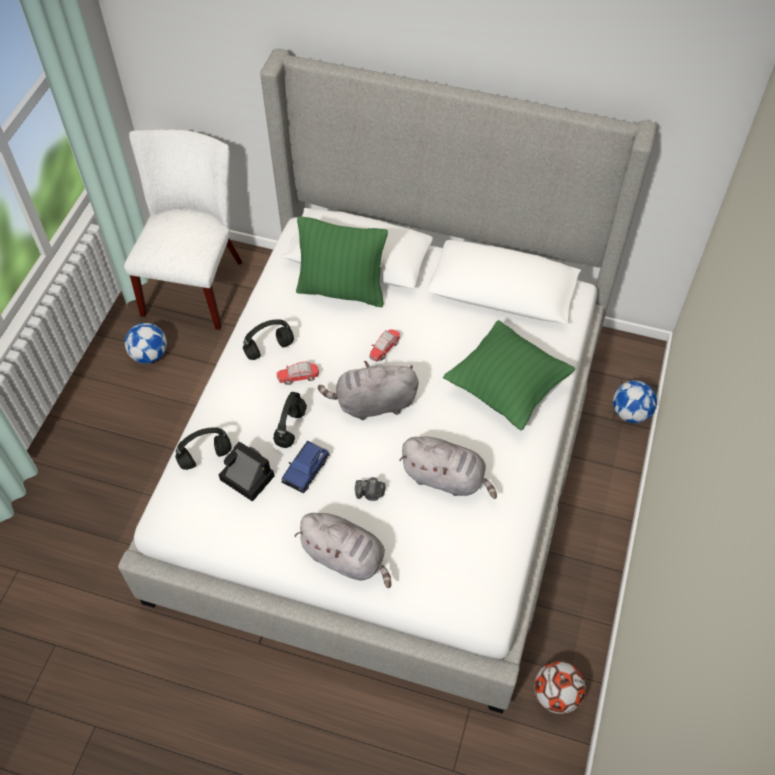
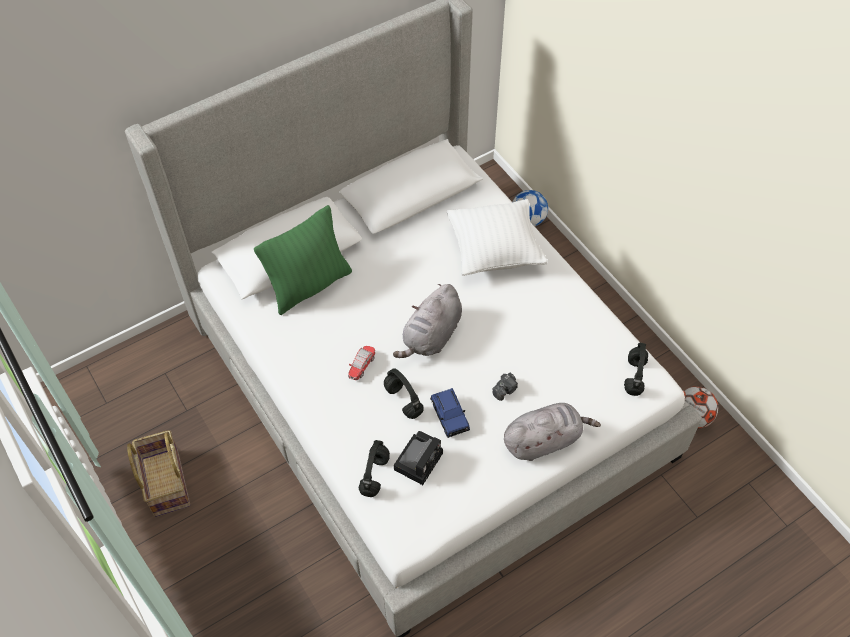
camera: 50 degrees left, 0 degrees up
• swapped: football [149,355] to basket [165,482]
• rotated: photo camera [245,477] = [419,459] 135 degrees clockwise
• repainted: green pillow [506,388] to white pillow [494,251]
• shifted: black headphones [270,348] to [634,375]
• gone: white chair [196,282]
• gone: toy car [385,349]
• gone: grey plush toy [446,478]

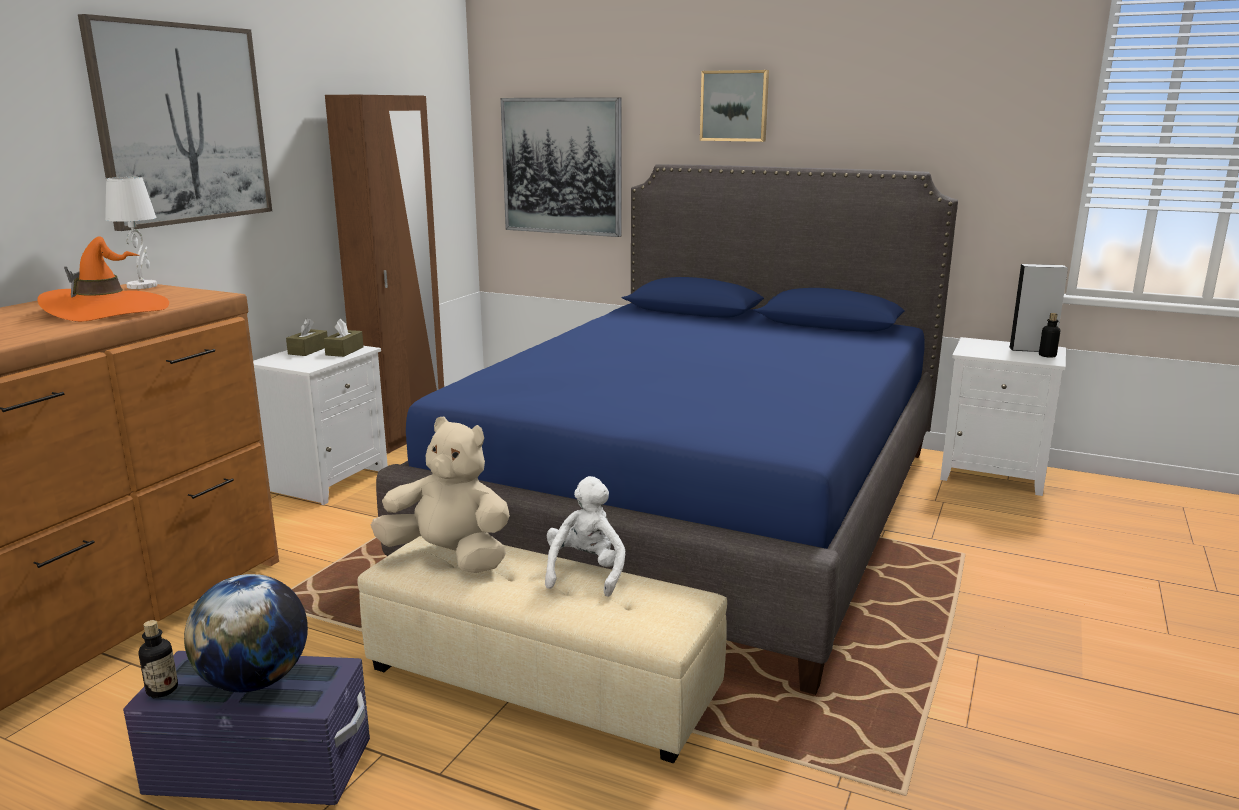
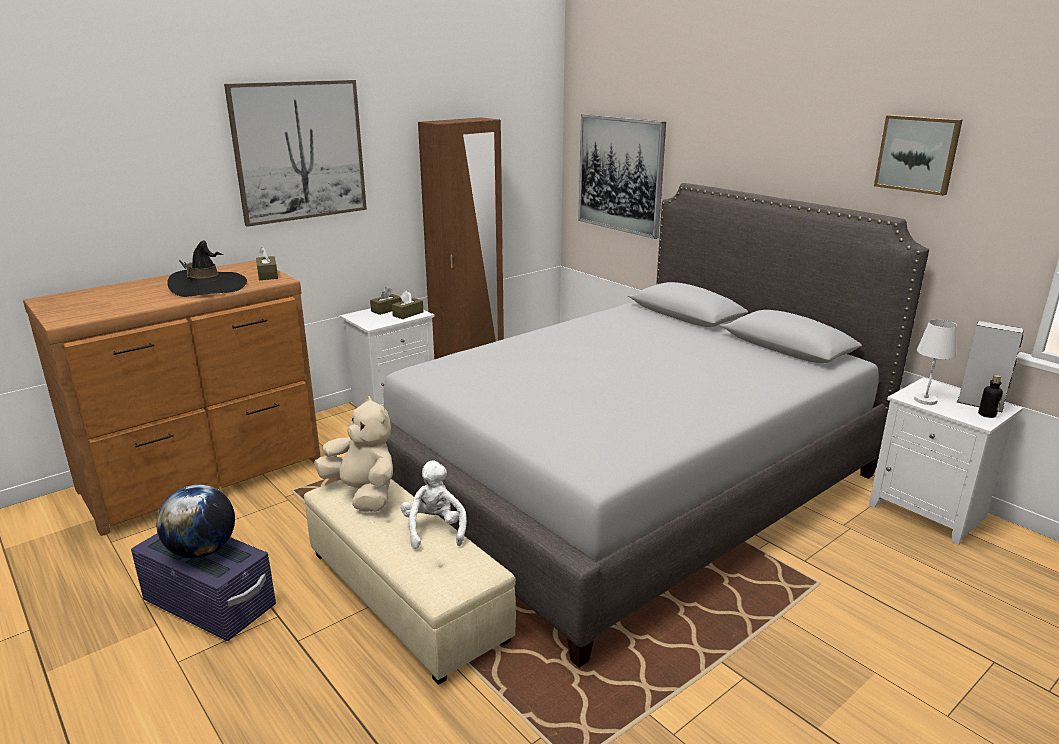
camera: 25 degrees right, 5 degrees up
• repainted: orange hat [106,310] to black hat [208,286]
• new: brown tissue box [267,275]
• repainted: blue bed [700,508] to grey bed [631,485]
• rotated: white plush toy [586,572] = [434,529] 45 degrees counterclockwise
• shifted: picture [734,106] to [918,154]
• shifted: white table lamp [142,286] to [925,400]
• gone: bottle [162,689]

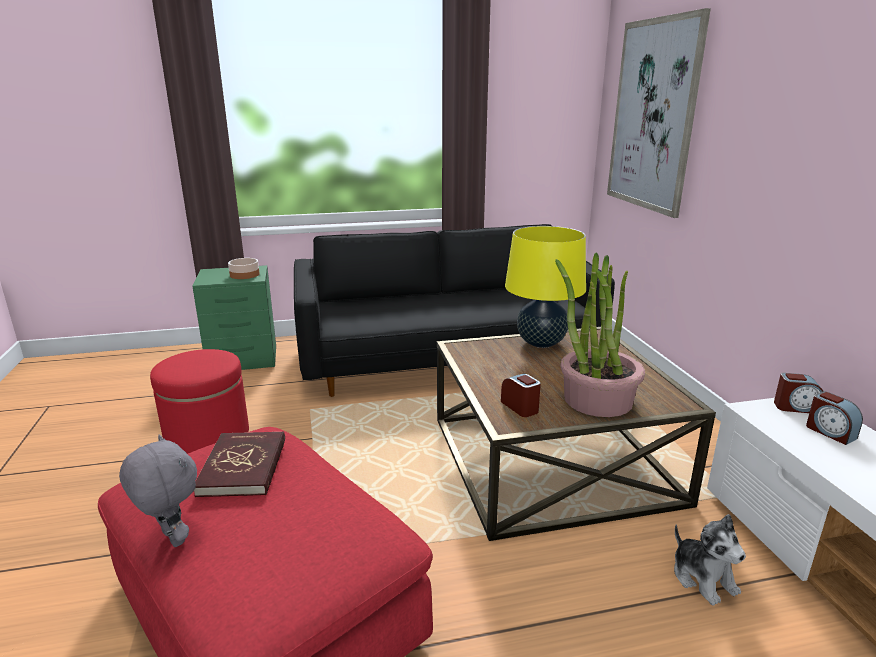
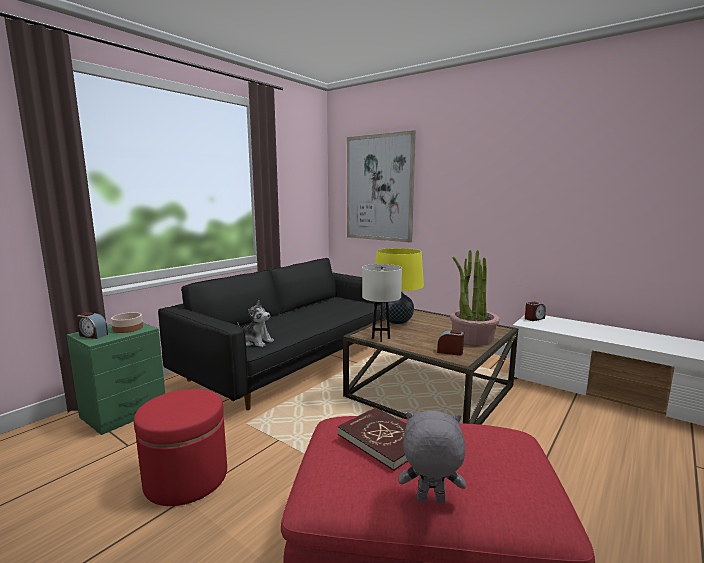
camera: 40 degrees left, 10 degrees down
• shifted: alarm clock [830,432] to [92,335]
• shifted: plush toy [703,578] to [256,342]
• new: white table lamp [381,338]

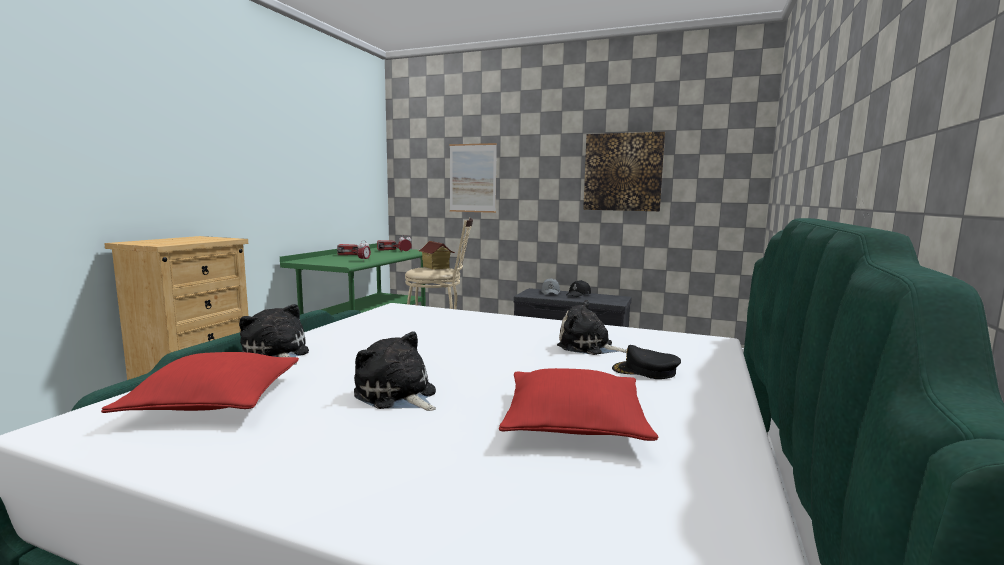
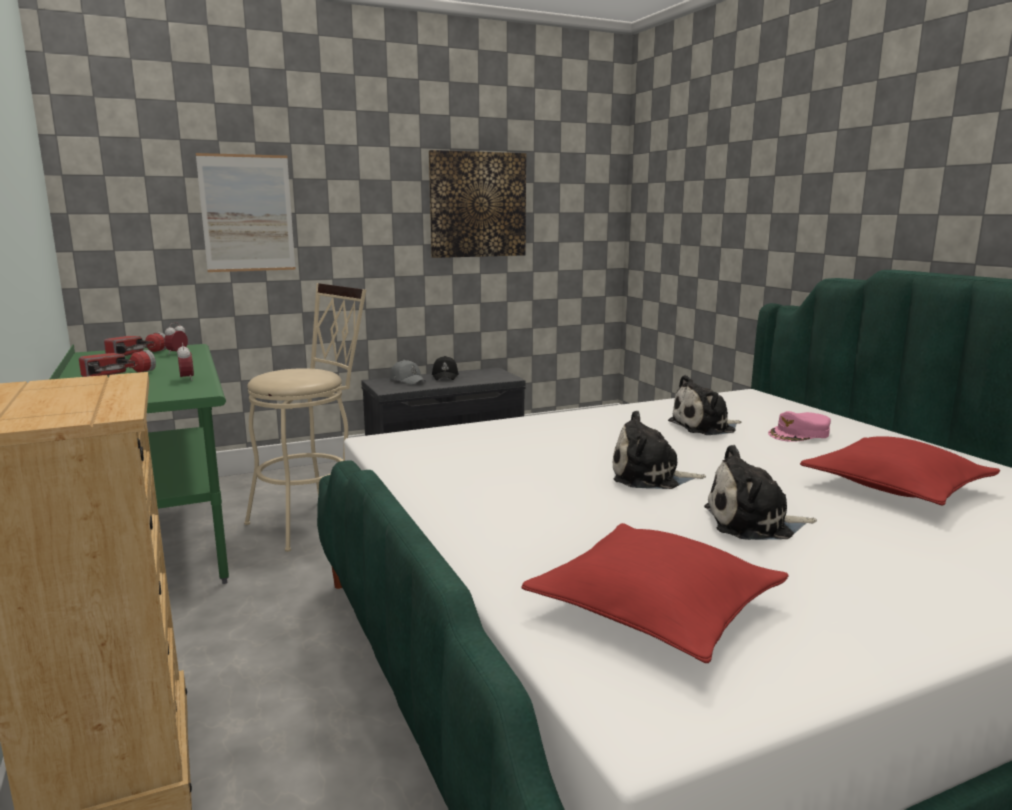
camera: 45 degrees left, 5 degrees up
• shifted: plush toy [276,354] to [650,477]
• repainted: black cap [645,371] to pink cap [799,434]
• gone: toy house [435,267]

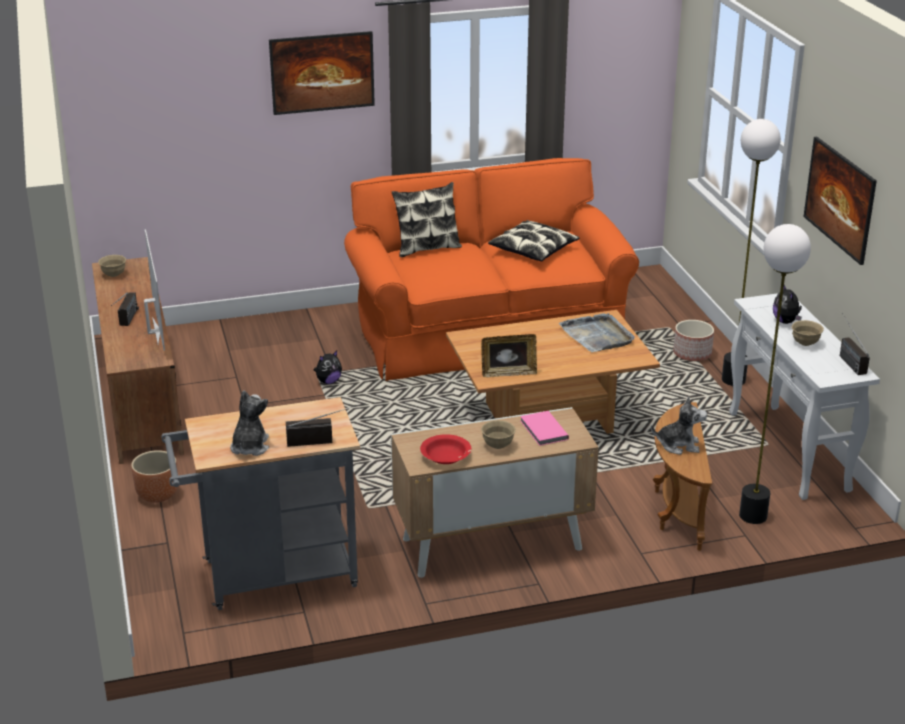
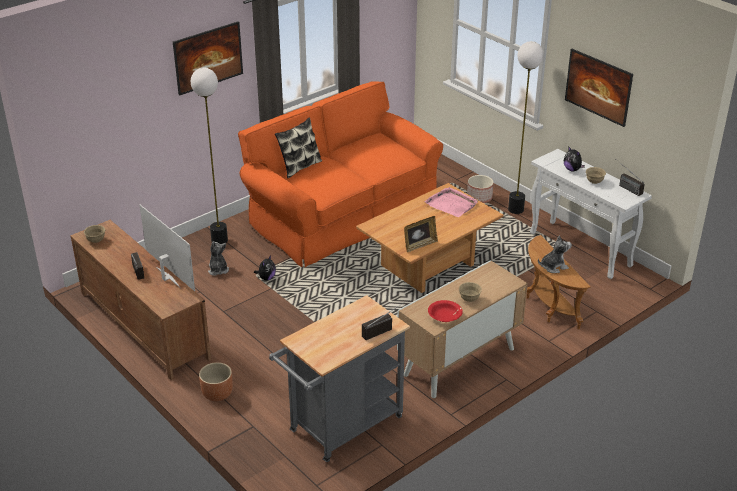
camera: 25 degrees left, 5 degrees up
• shifted: floor lamp [753,515] to [219,240]
• shifted: plush toy [250,447] to [218,270]
• repainted: grey tray [597,335] to pink tray [451,204]
• gone: pillow [533,250]
• gone: pink book [543,430]

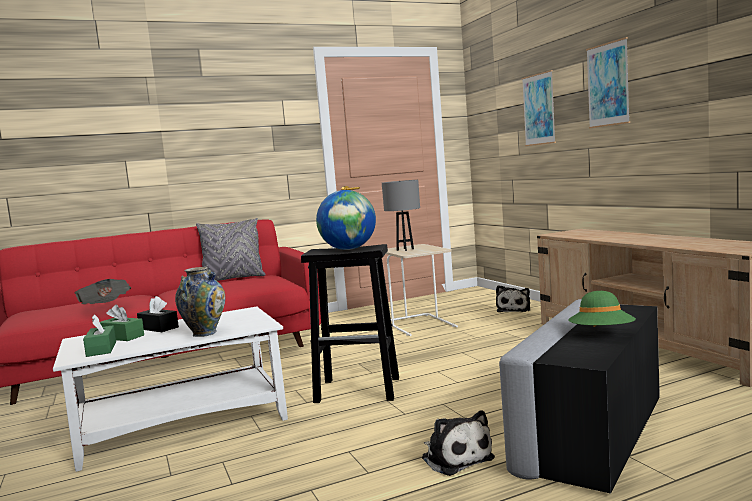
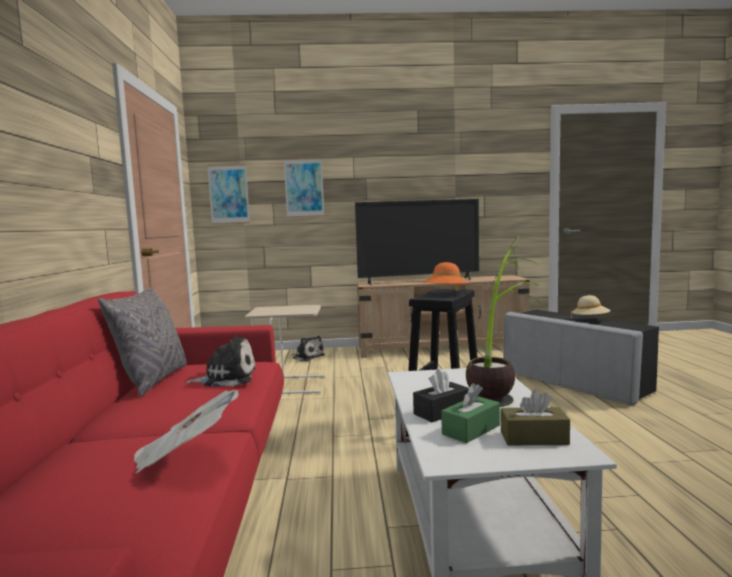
camera: 70 degrees left, 0 degrees up
• shifted: plush toy [455,457] to [226,378]
• shifted: picture [608,84] to [229,194]
• new: television [419,281]
• swapped: globe [349,249] to orange hat [446,293]
• swapped: vase [204,333] to potted plant [501,390]
• repainted: green tissue box [101,349] to brown tissue box [534,438]
• repainted: green hat [602,335] to beige hat [590,320]
• gone: grey table lamp [405,249]

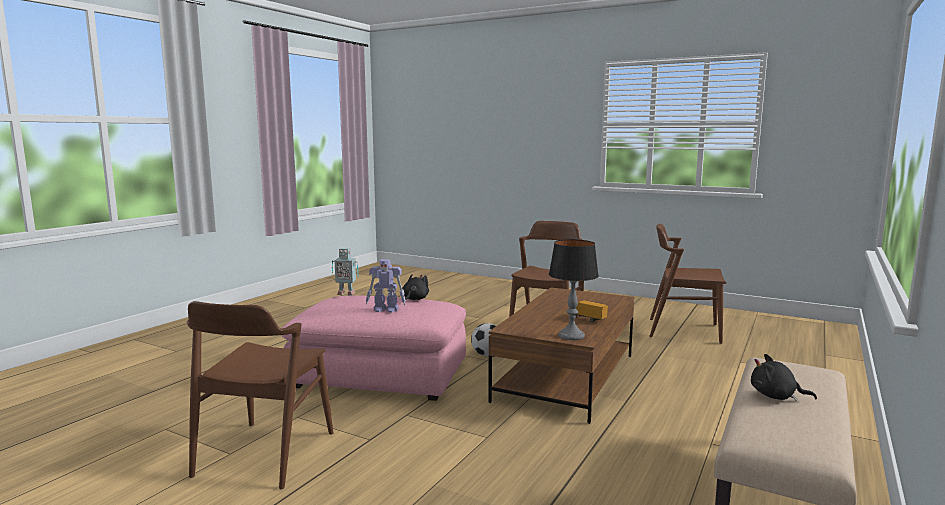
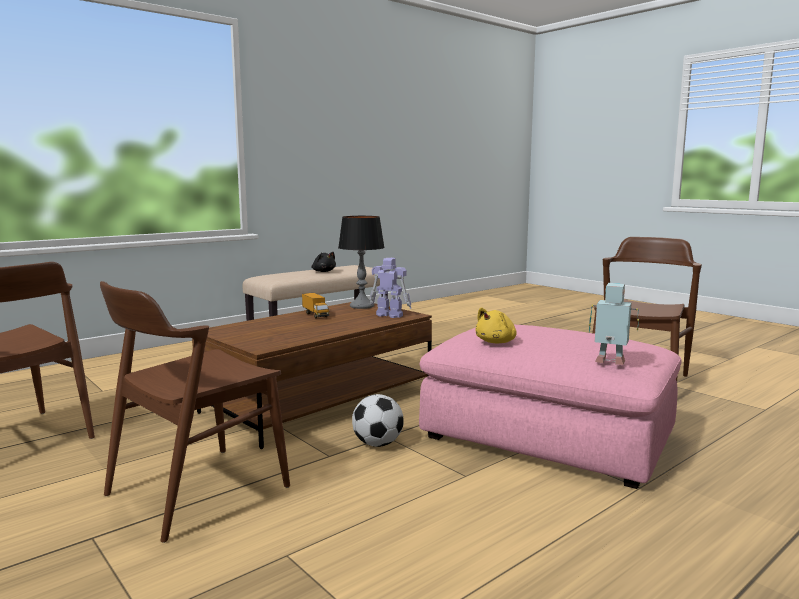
camera: 160 degrees left, 0 degrees up
• shifted: toy robot [386,310] to [389,315]
• repainted: black plush toy [414,299] to yellow plush toy [497,342]

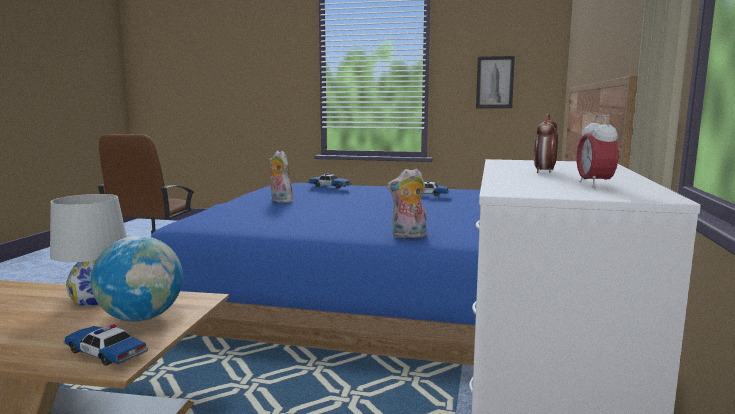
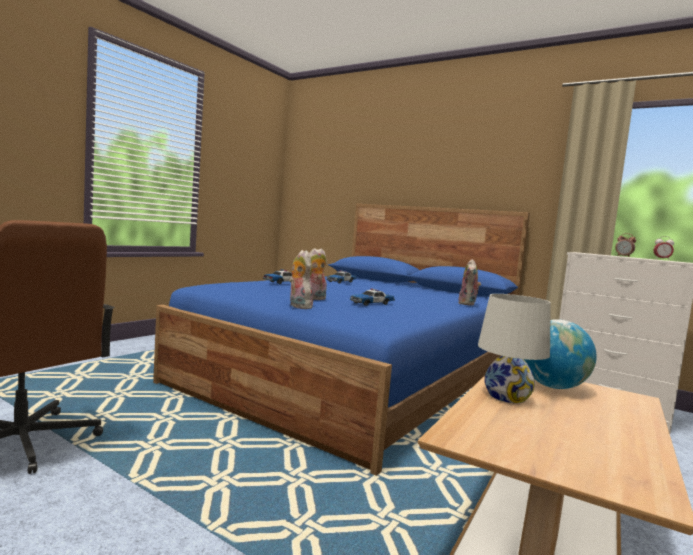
camera: 70 degrees left, 5 degrees down
• new: plush toy [298,306]
• shifted: toy car [105,353] to [372,303]
• gone: picture [495,82]

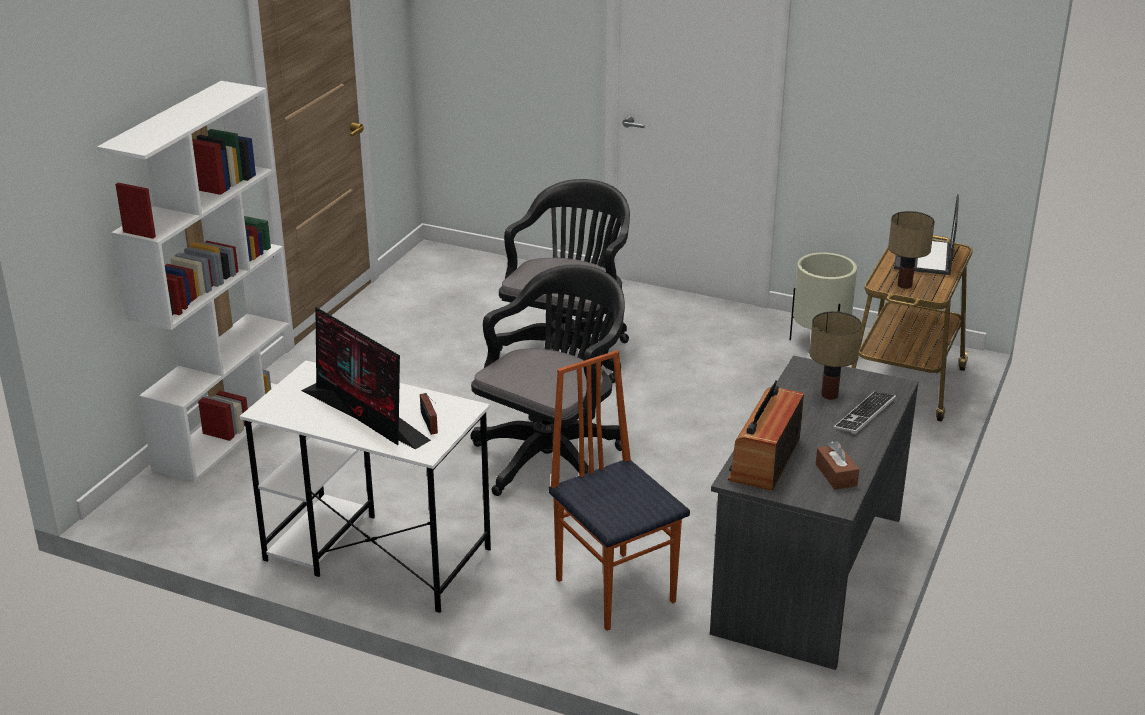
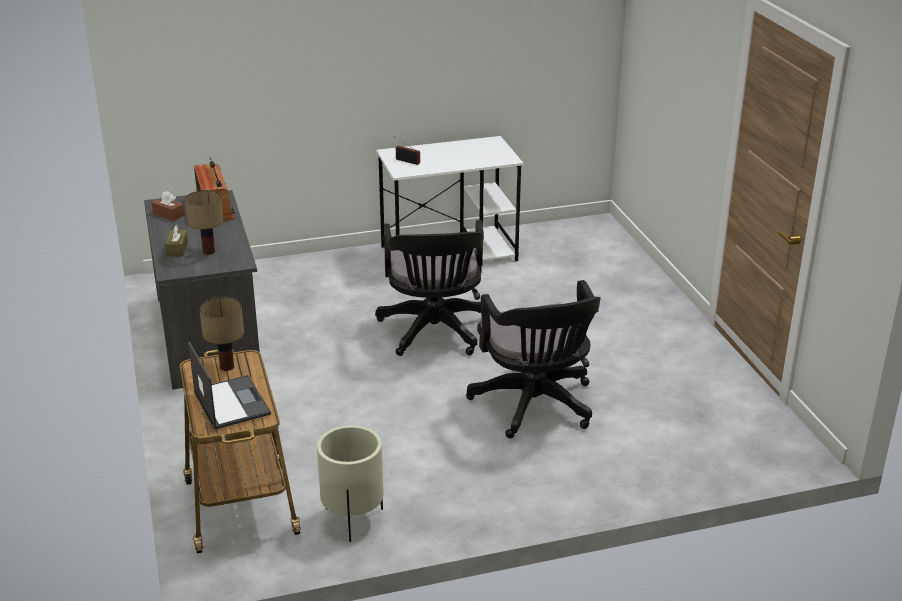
camera: 140 degrees right, 0 degrees up
• swapped: keyboard [865,414] to brown tissue box [177,249]
• gone: white bookcase [227,429]
• gone: monitor [365,416]
• gone: chair [616,589]

